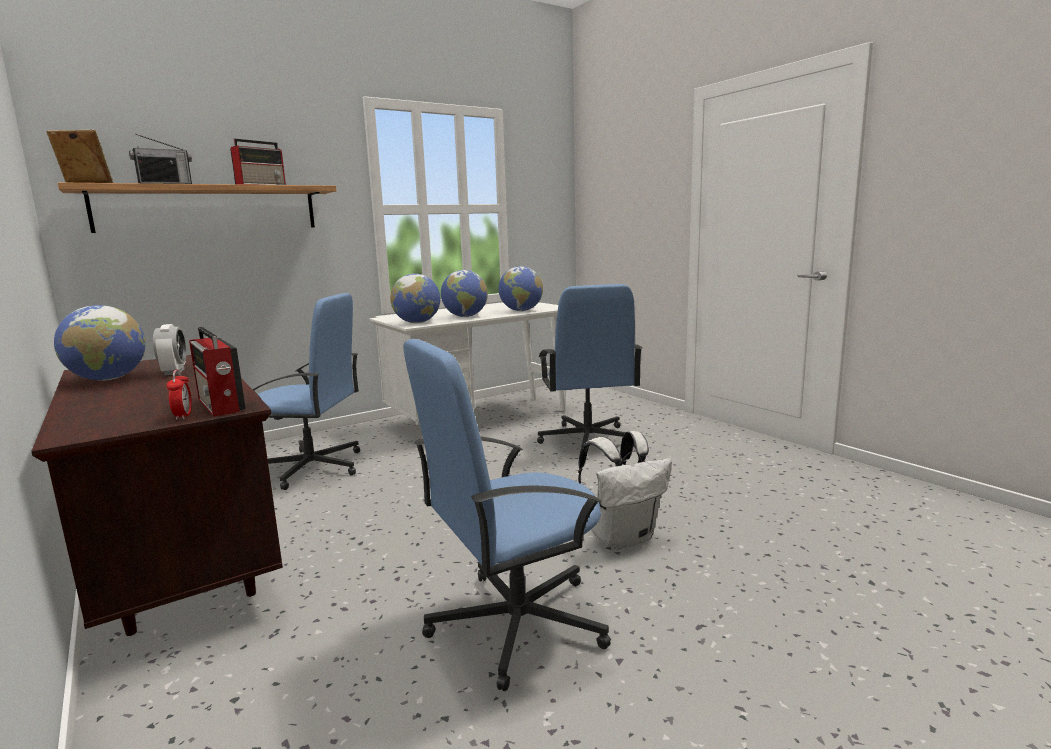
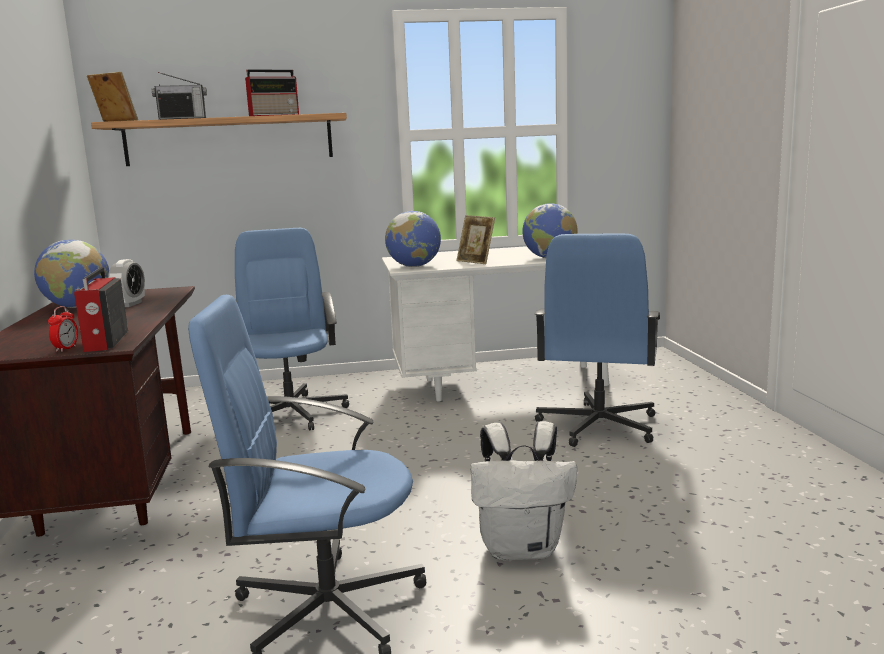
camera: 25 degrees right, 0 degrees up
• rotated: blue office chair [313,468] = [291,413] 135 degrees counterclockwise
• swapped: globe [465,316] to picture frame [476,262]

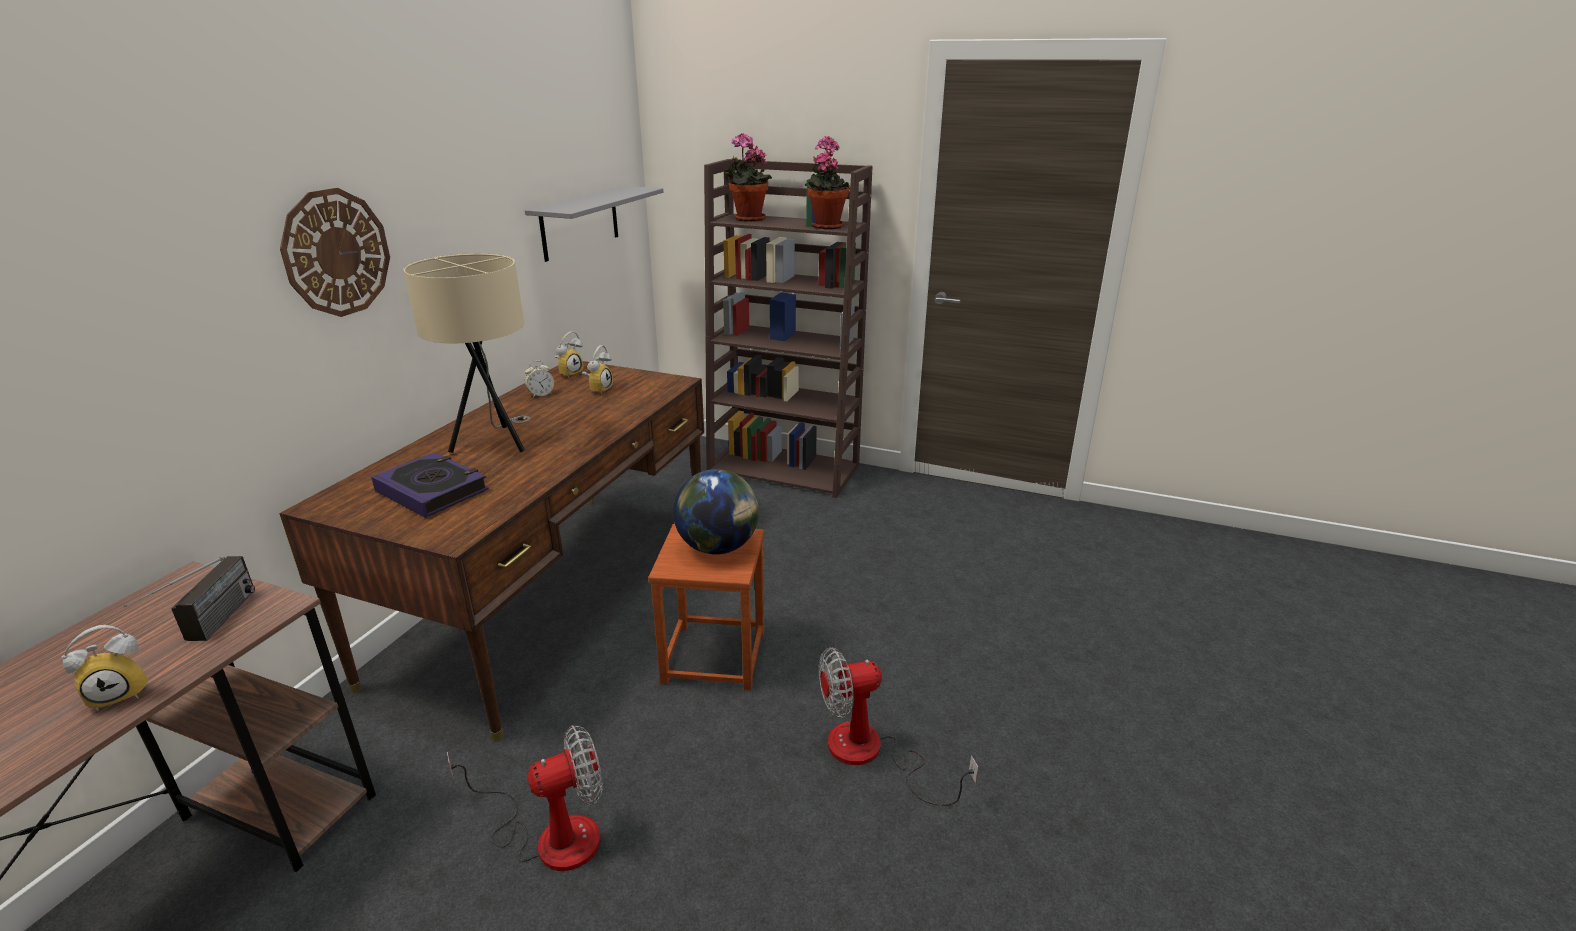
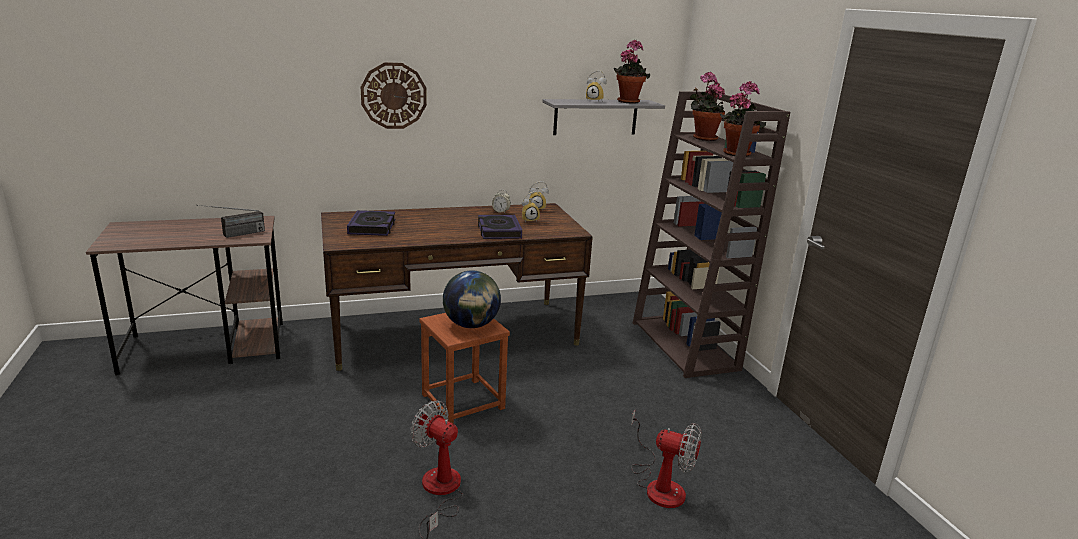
camera: 50 degrees right, 5 degrees down
• new: book [499,231]
• shifted: alarm clock [123,692] to [595,101]
• new: potted plant [628,101]
• shifted: fan [550,835] to [659,484]
• gone: beige table lamp [495,443]

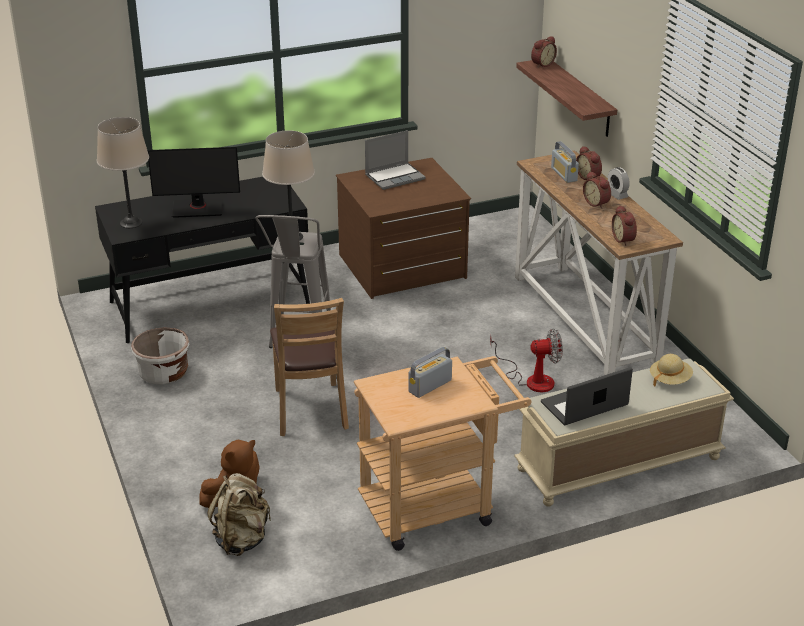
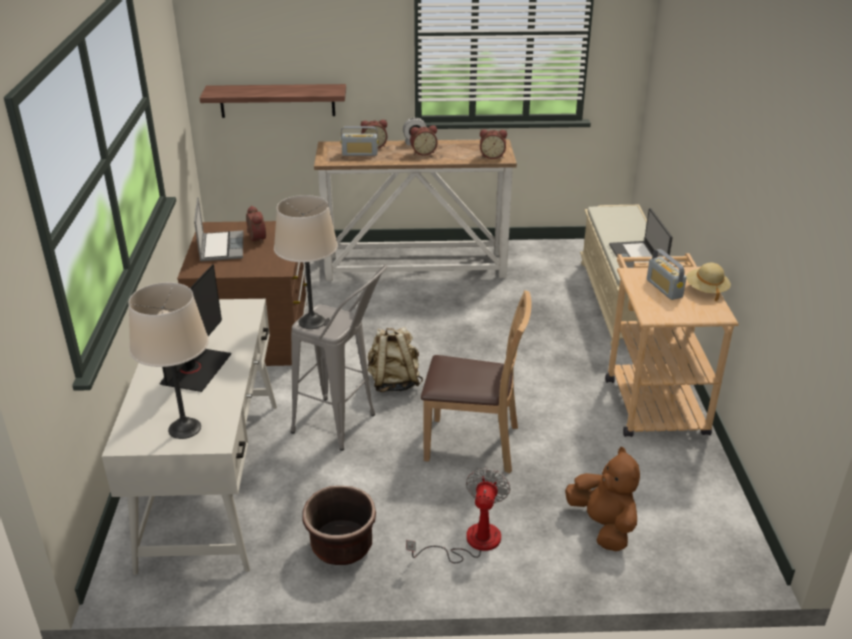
camera: 70 degrees left, 0 degrees up
• repainted: black desk [210,303] to white desk [213,480]
• shifted: alarm clock [542,64] to [255,239]
• repainted: white planter [163,374] to brown planter [342,546]
• shifted: beige backpack [242,539] to [394,382]
• shifted: fan [531,379] to [471,542]
• shifted: beige hat [670,379] to [706,290]

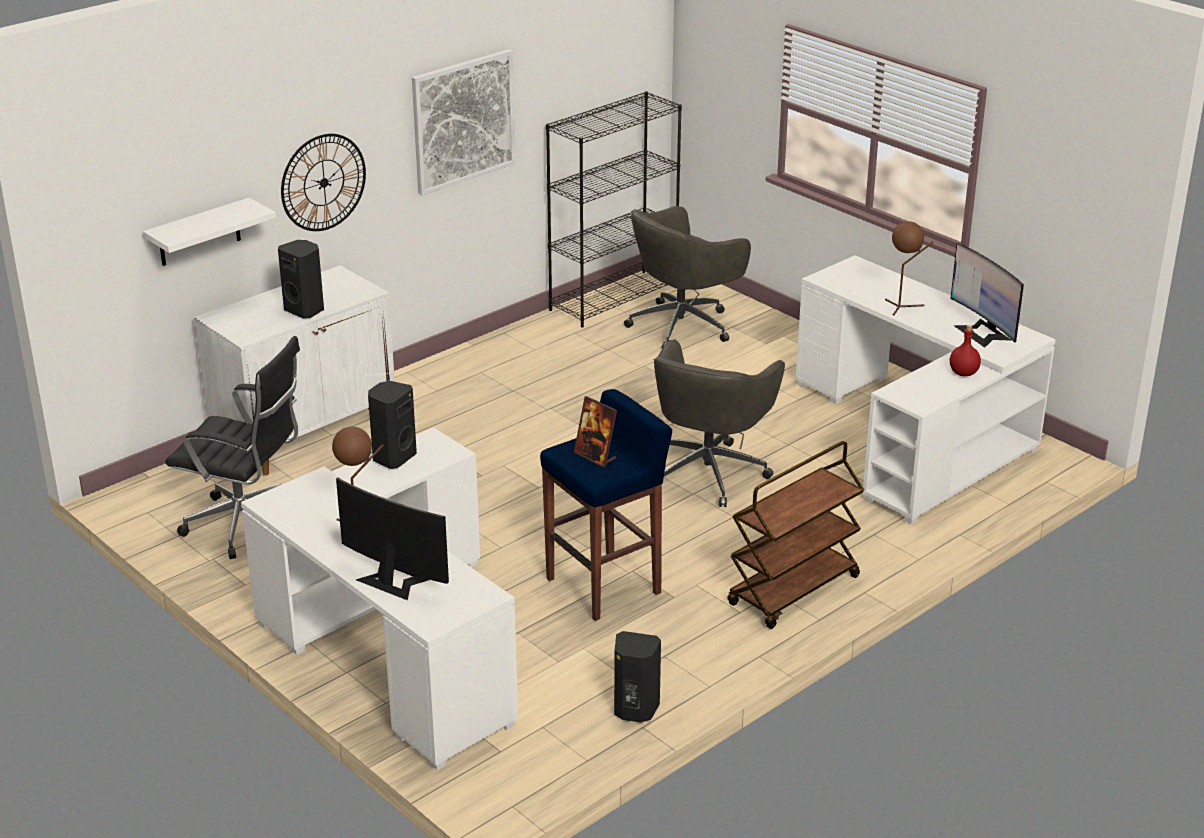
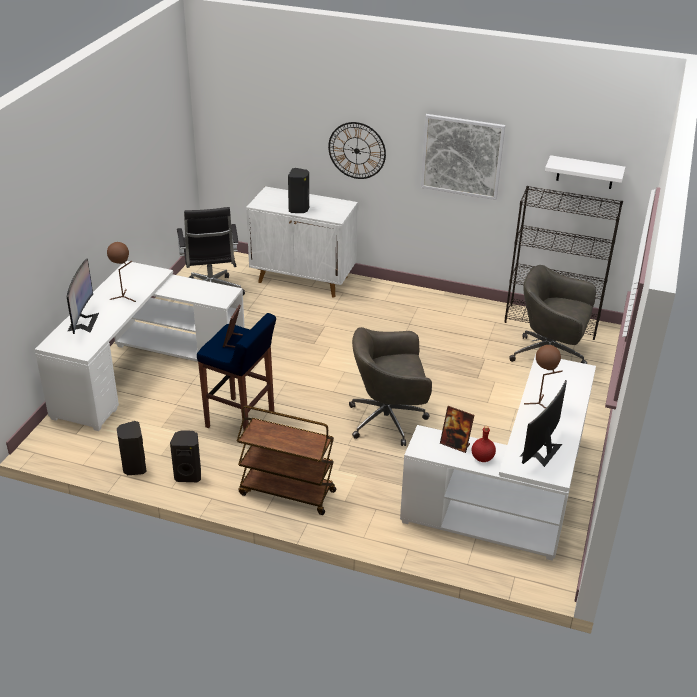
camera: 60 degrees right, 5 degrees up
• shifted: black speaker [393,457] to [189,475]
• new: picture frame [455,444]
• shifted: white shelf [199,233] to [585,172]

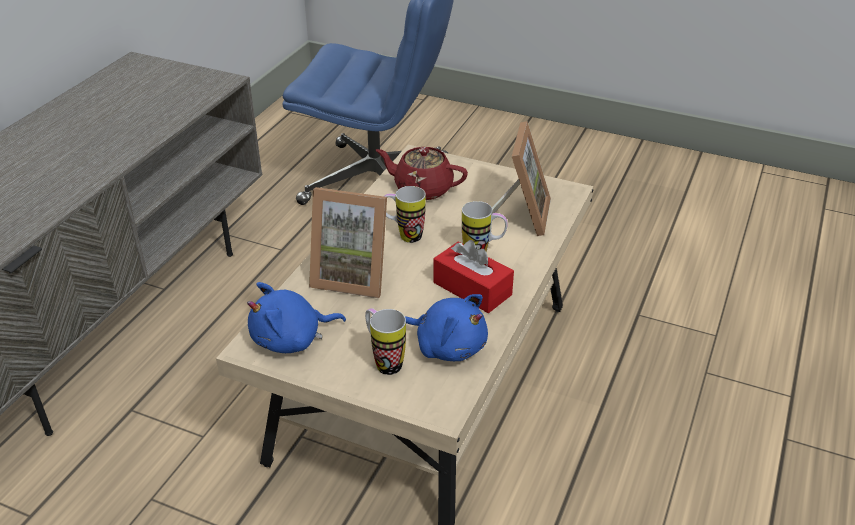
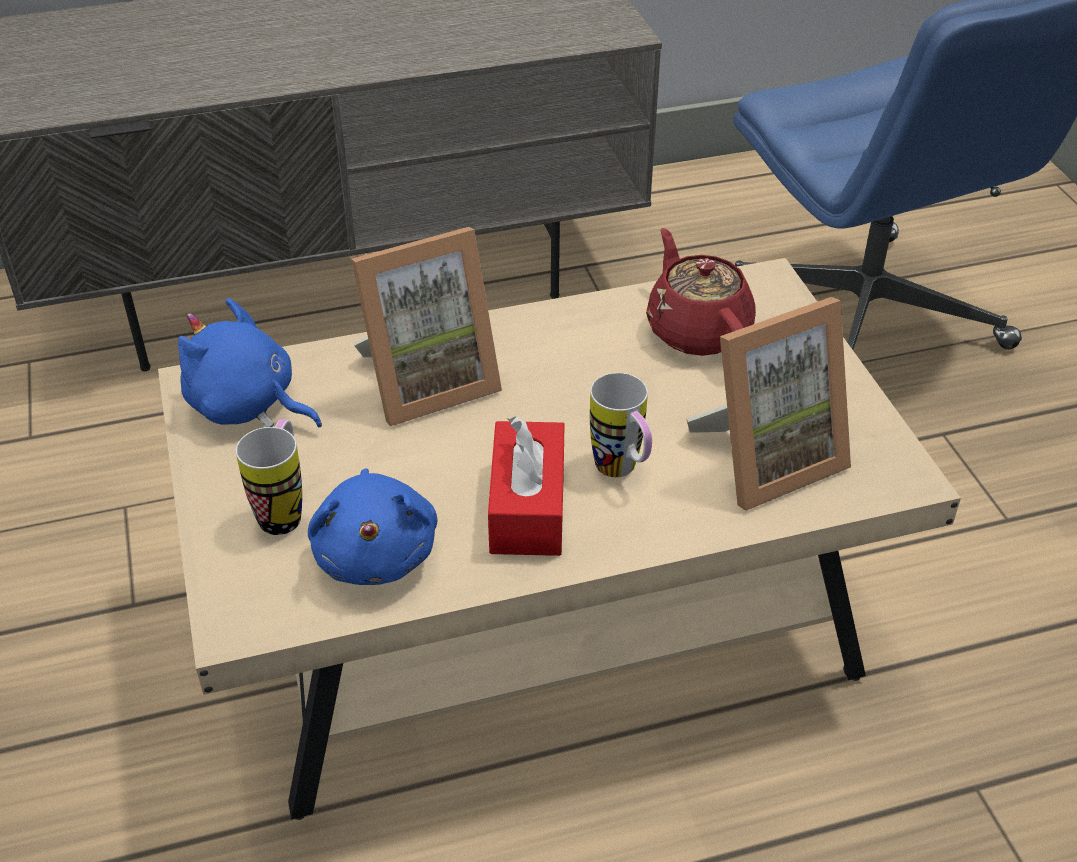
camera: 50 degrees right, 5 degrees up
• rotated: picture frame [352,276] = [426,381] 90 degrees counterclockwise
• gone: mug [403,235]

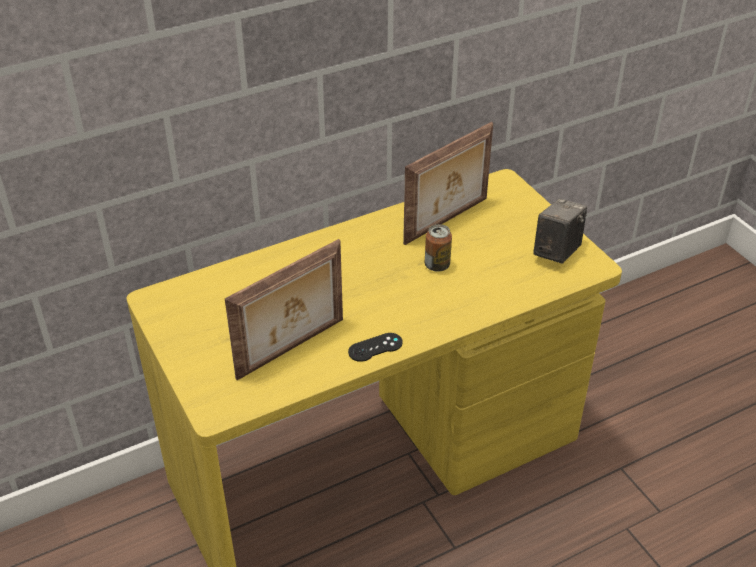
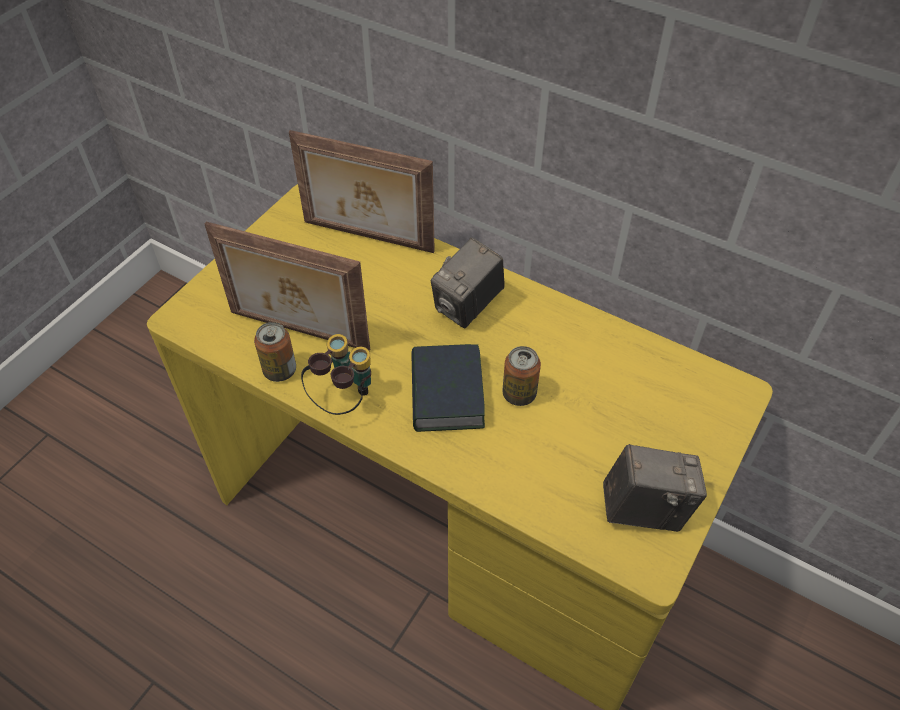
camera: 60 degrees right, 10 degrees up
• new: can [280,370]
• shifted: picture frame [447,221] to [367,238]
• swapped: black game controller [375,347] to binoculars [342,399]
• new: book [446,394]
• new: photo camera [468,306]

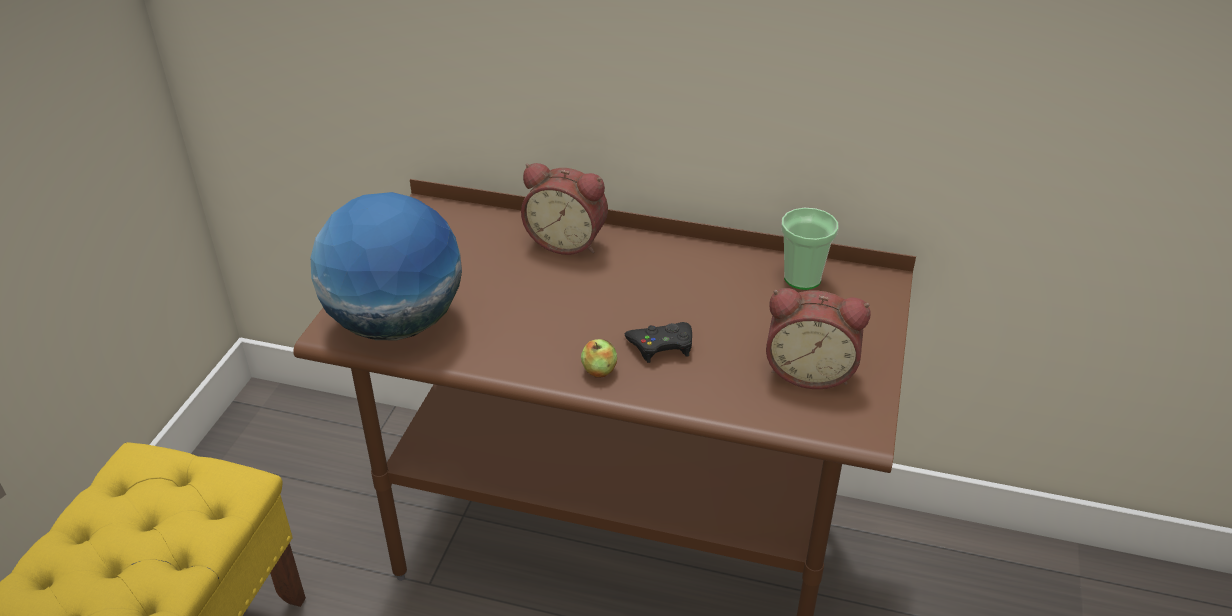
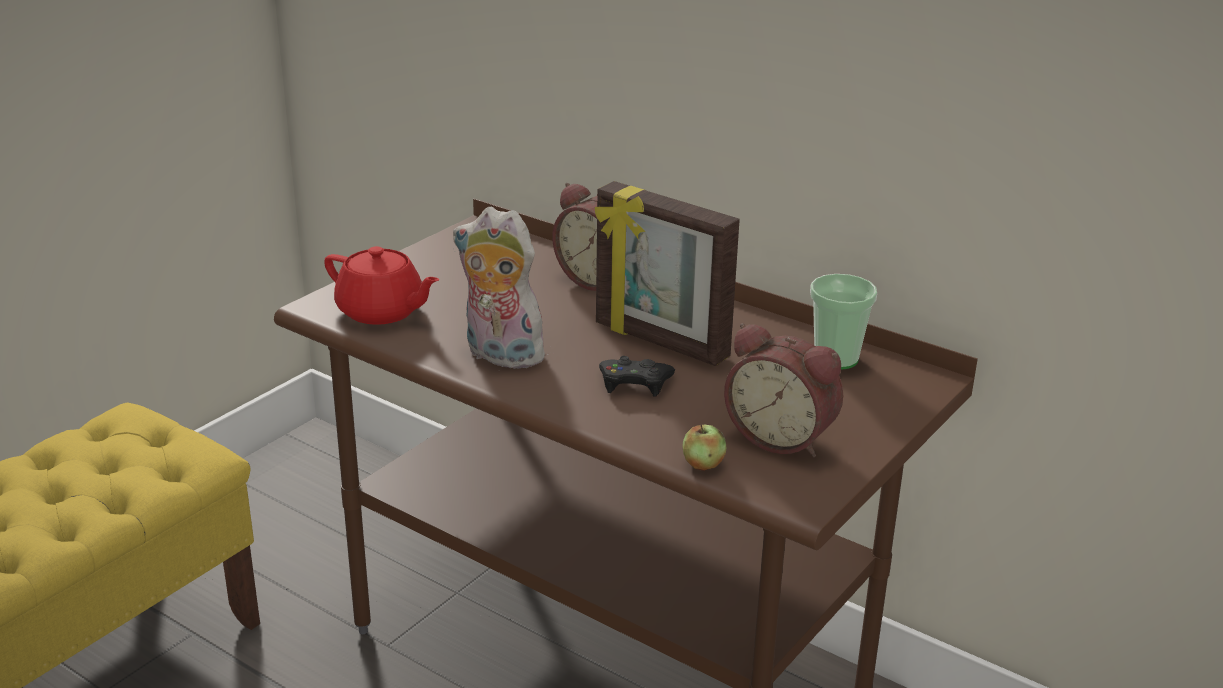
camera: 20 degrees right, 10 degrees down
• swapped: globe [396,323] to red teapot [382,312]
• new: plush toy [499,356]
• new: picture frame [660,342]
• shifted: apple [599,370] to [703,464]

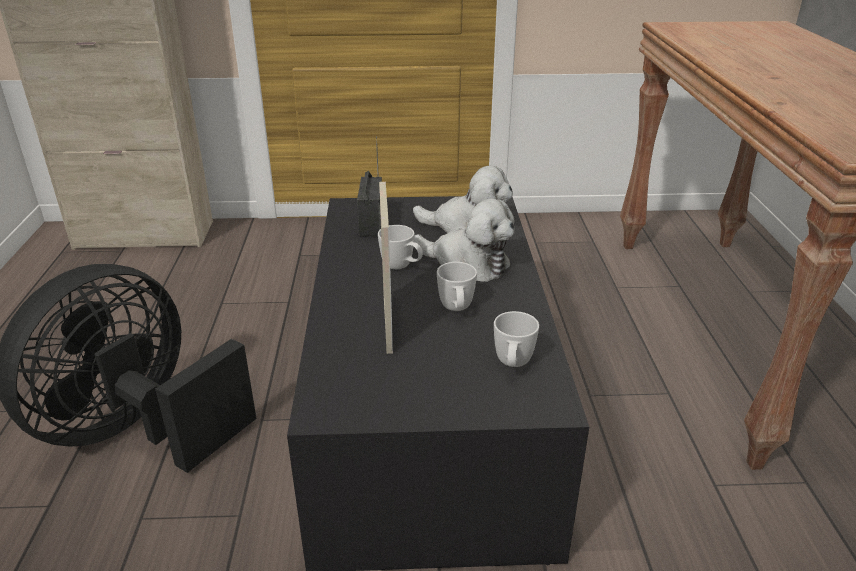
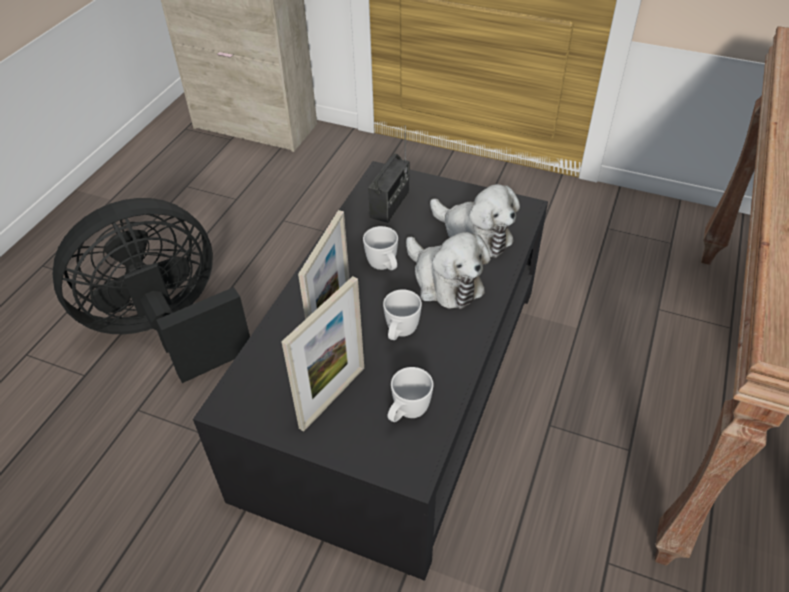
camera: 25 degrees right, 15 degrees up
• new: picture frame [332,397]

